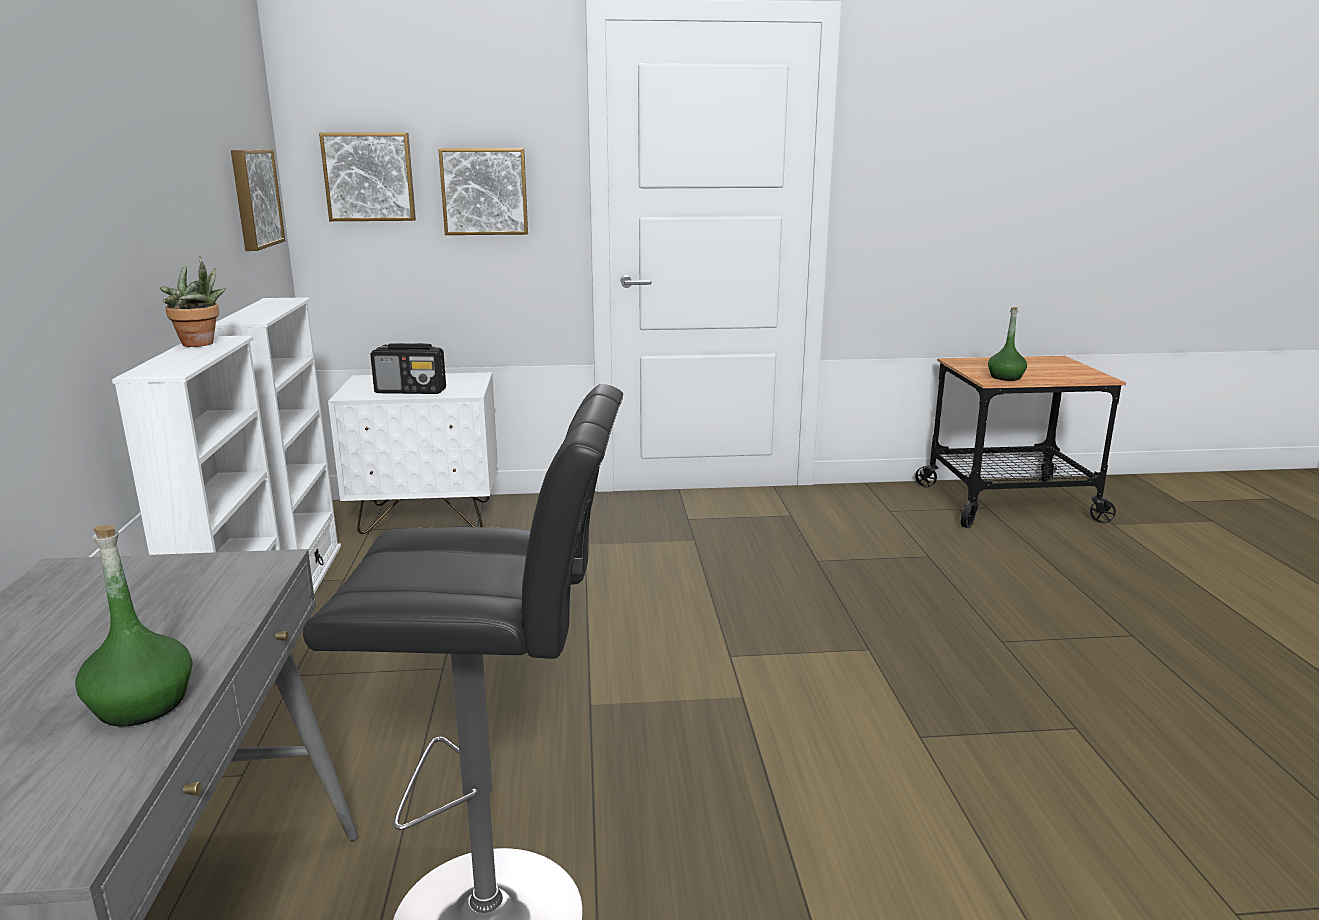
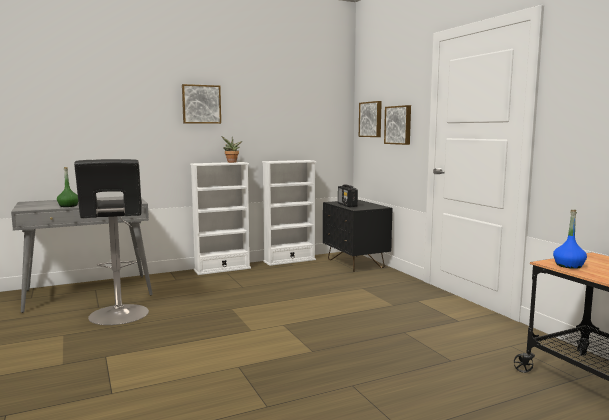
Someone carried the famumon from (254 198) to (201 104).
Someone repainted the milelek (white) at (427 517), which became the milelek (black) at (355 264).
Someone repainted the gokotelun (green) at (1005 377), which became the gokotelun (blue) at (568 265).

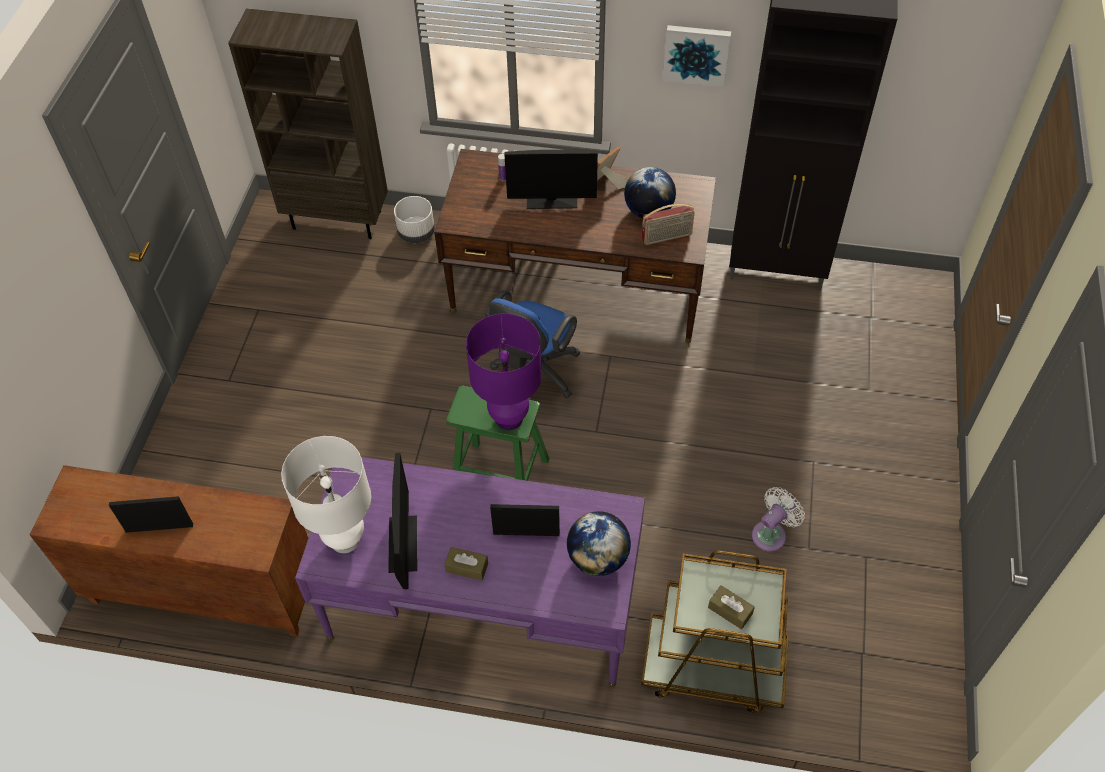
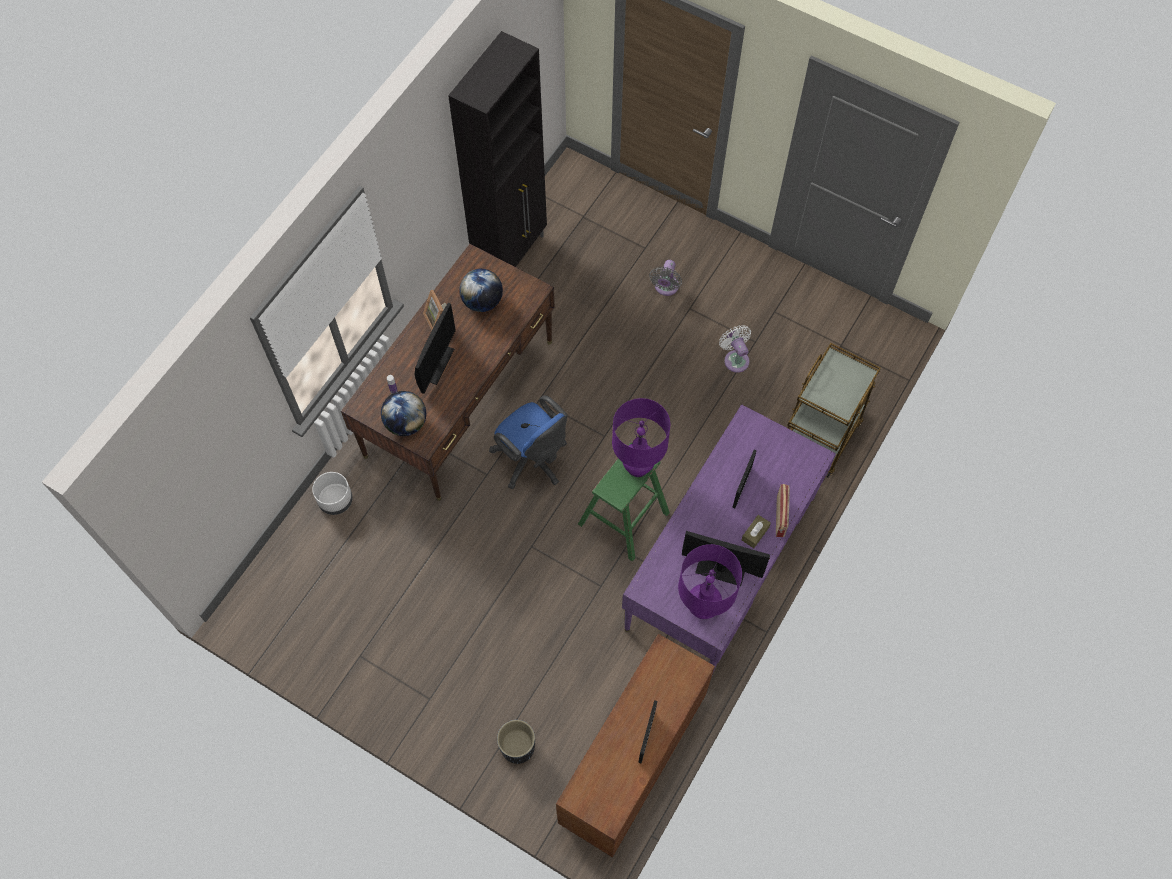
Someone carried the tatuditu from (598 558) to (406 423).
Someone put down the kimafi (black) at (518 746).
Someone put down the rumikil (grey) at (665 288).
Someone repainted the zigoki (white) at (345 539), which became the zigoki (purple) at (702 608).
Someone carried the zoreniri from (667 237) to (780 517).
Someone took away the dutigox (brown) at (338 219).
Someone took away the famumon at (696 54).
Someone took away the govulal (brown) at (730 611).

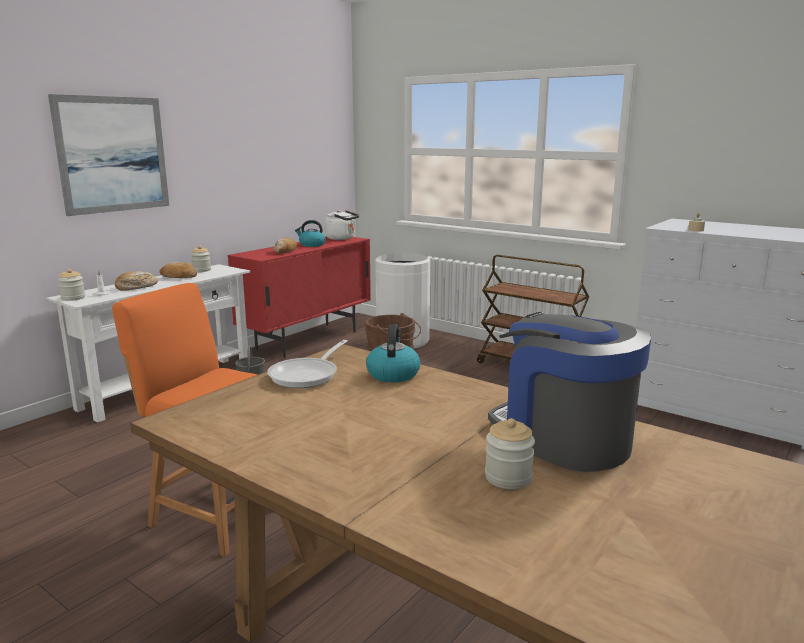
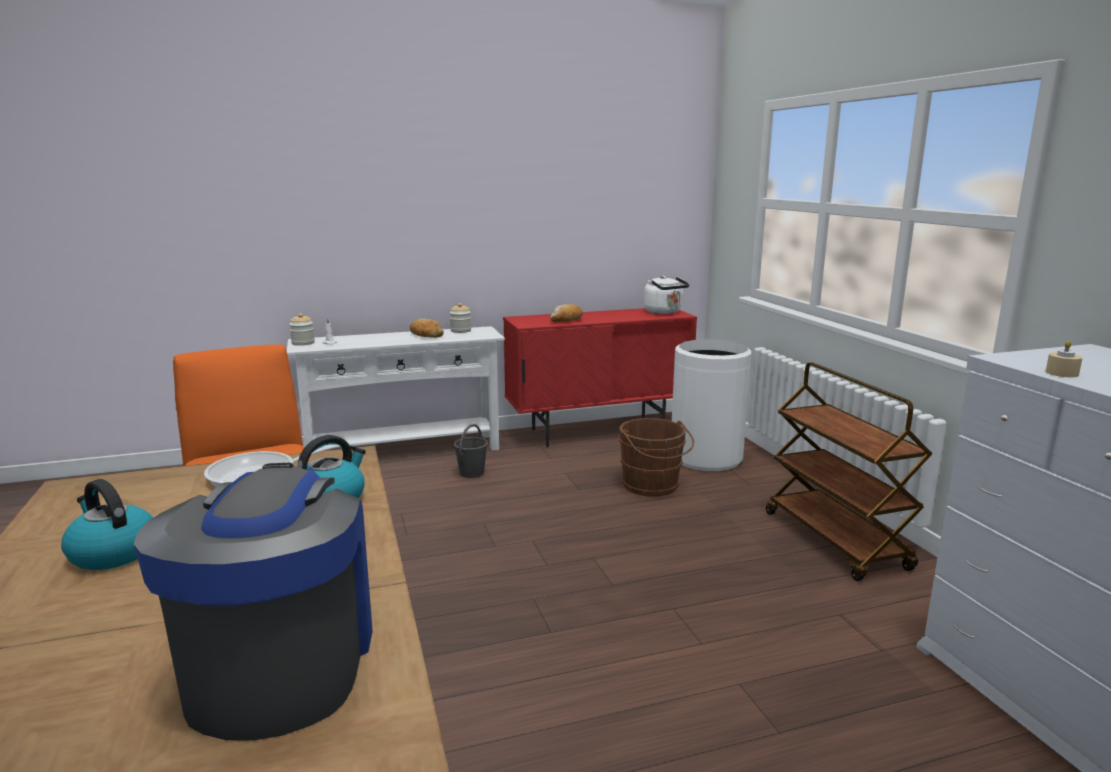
Someone carried the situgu from (311 245) to (112 553).
Someone took away the famumon at (113 154).
Someone took away the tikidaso at (136 287).
Someone took away the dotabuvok at (508 477).

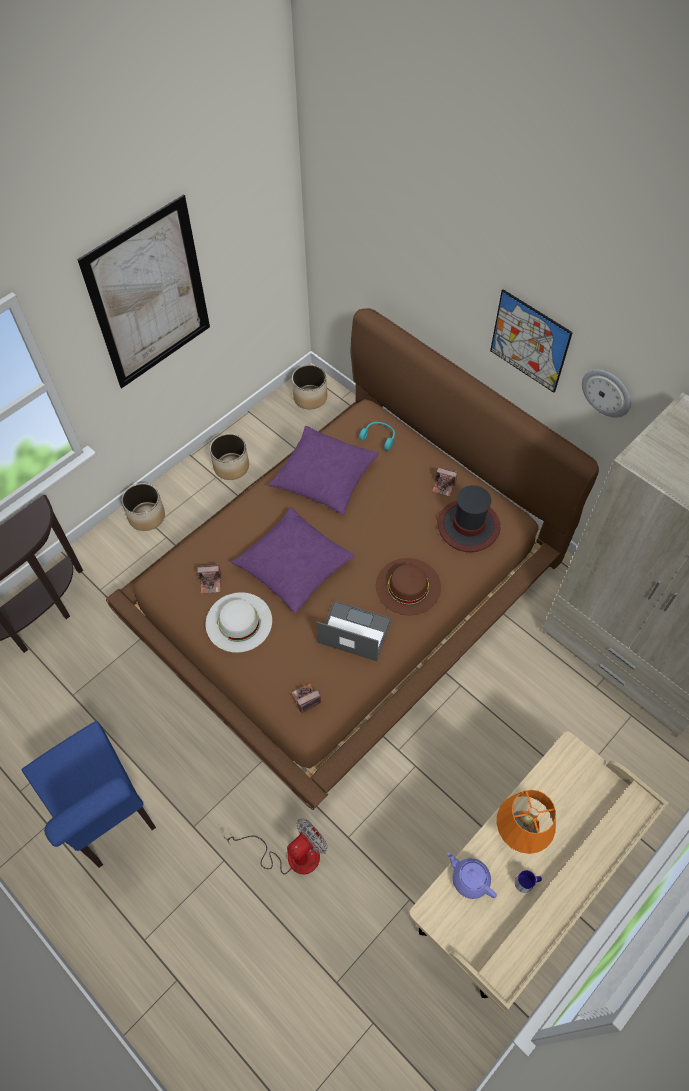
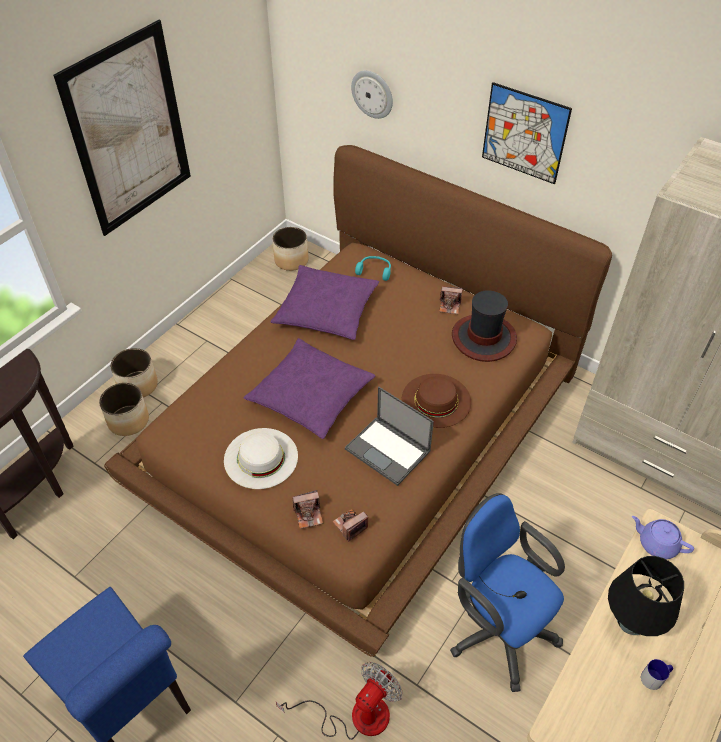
Someone carried the kimafi from (232 466) to (129 420).
Someone carried the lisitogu from (210 583) to (308 514).
Someone rotated the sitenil at (354 631) by 150 degrees counterclockwise.
Someone carried the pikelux from (607 392) to (372 94).
Someone put down the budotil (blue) at (496 627).
Someone repainted the zigoki (orange) at (519 833), which became the zigoki (black) at (630 624).
Someone carried the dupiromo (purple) from (469 879) to (656 544).

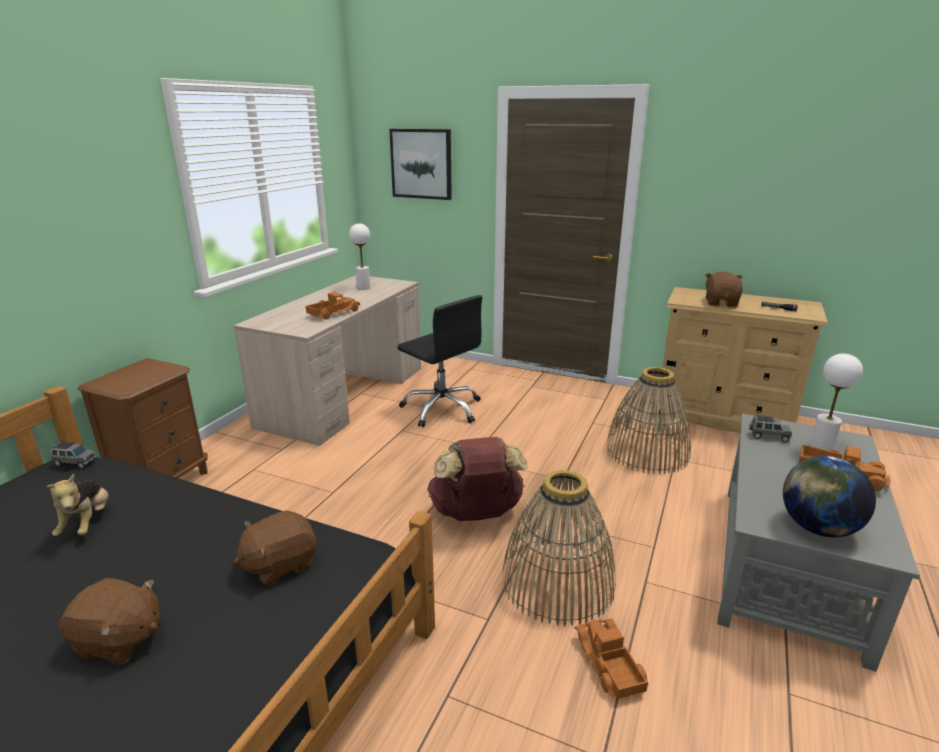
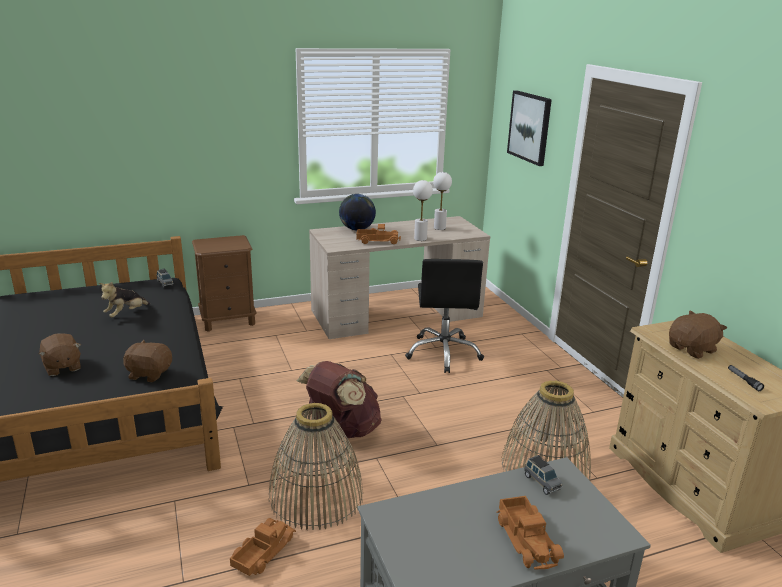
Someone carried the tatuditu from (817 528) to (357 229).
Someone carried the zigoki (white) from (821 447) to (420 239).

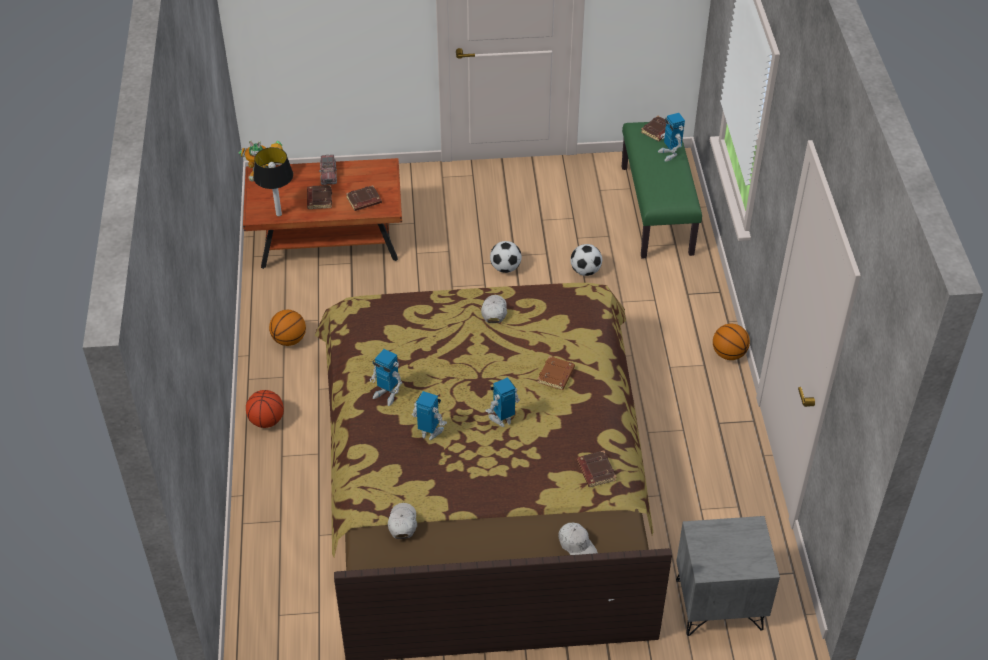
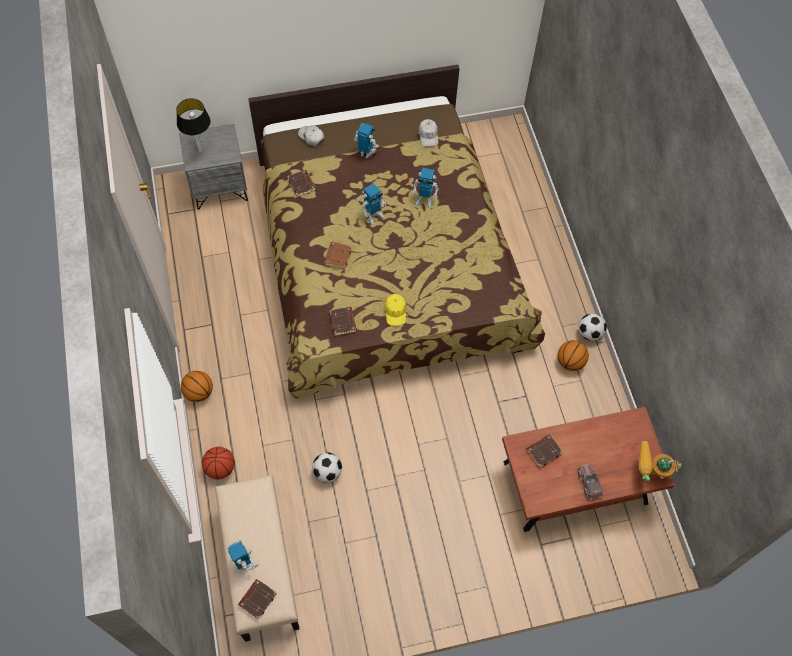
Someone carried the zigoki from (278 214) to (201 149).
Someone carried the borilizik from (266 421) to (220 468).
Someone repainted the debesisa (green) at (657 210), which became the debesisa (beige) at (260 565).
Someone carried the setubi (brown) from (319 199) to (343 322).
Someone carried the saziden from (387 394) to (366 152).
Someone repainted the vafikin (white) at (494 311), which became the vafikin (yellow) at (395 312).
Someone carried the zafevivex from (505 268) to (589 333).

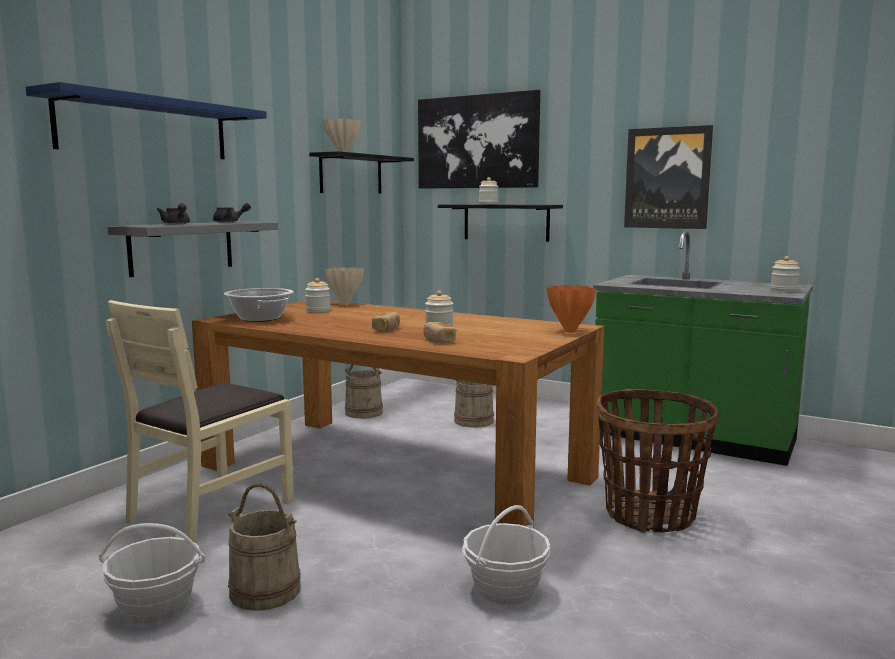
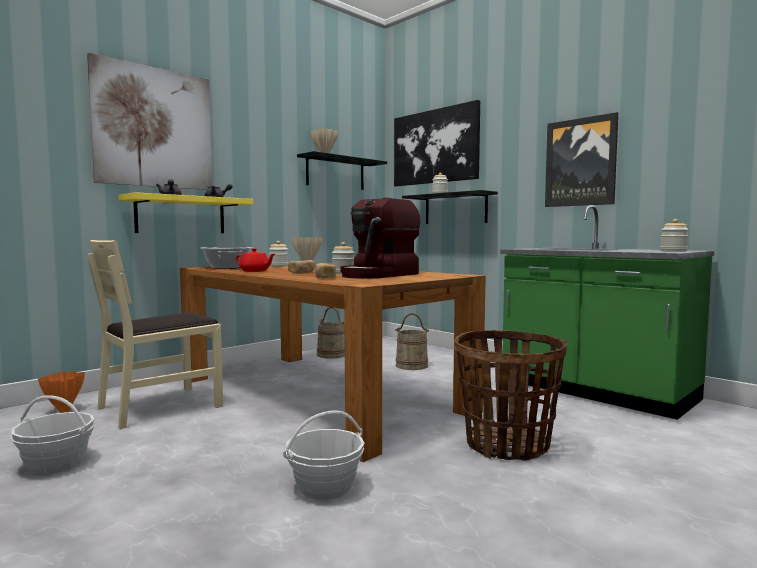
Someone carried the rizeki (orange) from (569 331) to (64 411).
Someone swapped the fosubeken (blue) at (146 128) for the famumon at (154 128).
Someone repainted the fosubeken (grey) at (182 247), which became the fosubeken (yellow) at (181 215).
Someone put down the dupiromo (red) at (255 271).
Someone put down the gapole at (379 275).
Someone took away the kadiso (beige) at (265 591).

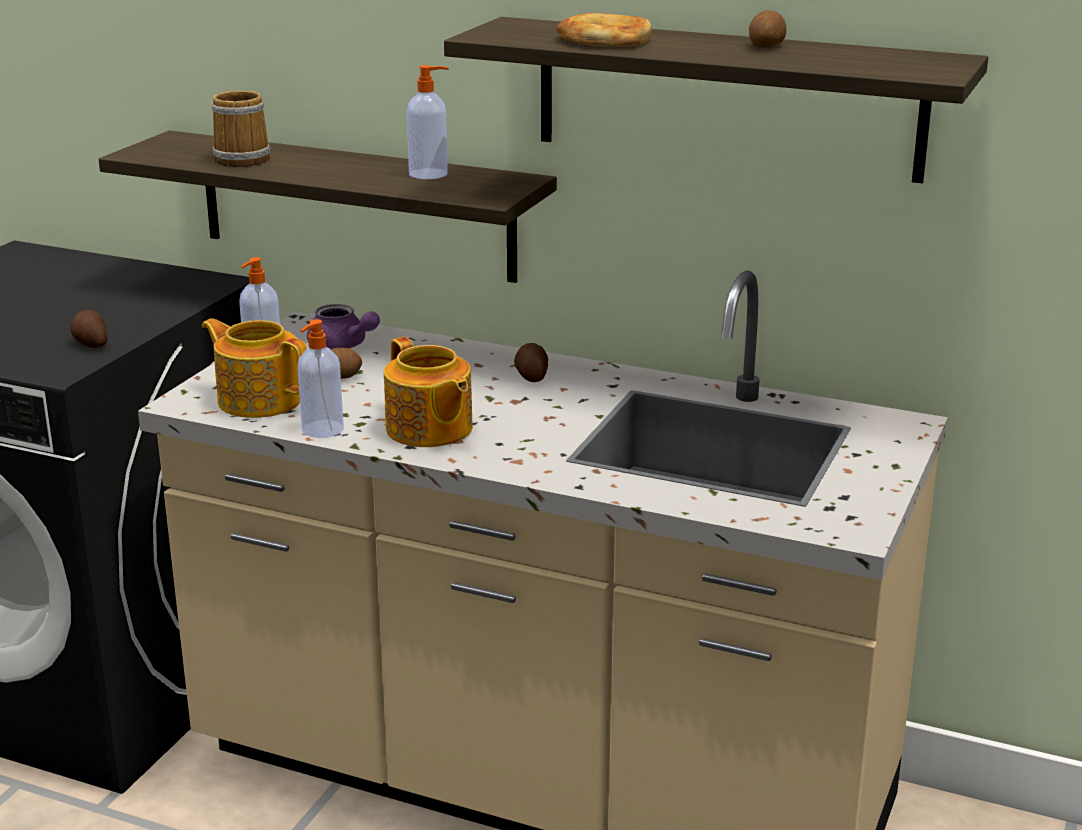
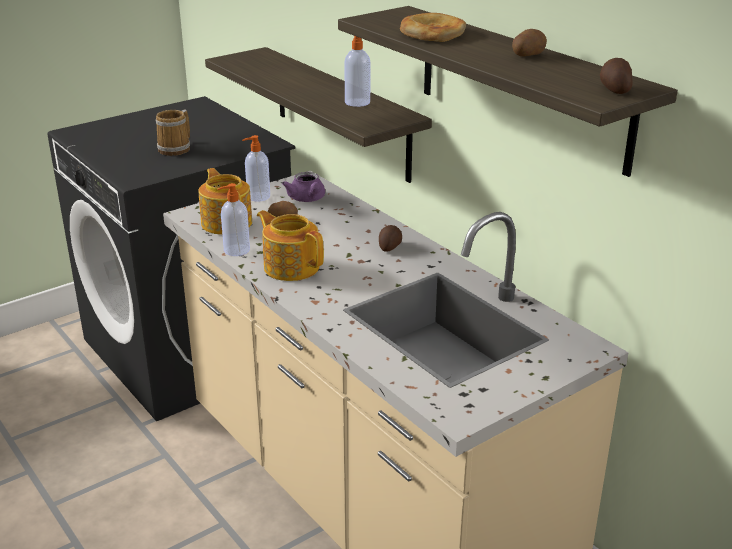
Someone carried the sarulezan from (244 158) to (176 148).
Someone rotated the dupiromo at (429 430) by 135 degrees clockwise.
Someone carried the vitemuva from (90 343) to (614 89).

